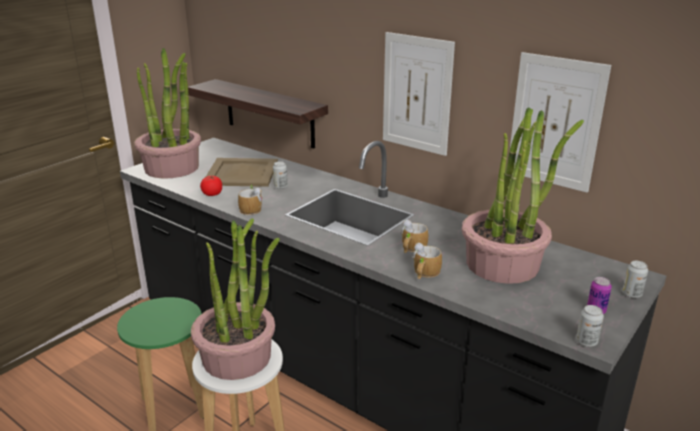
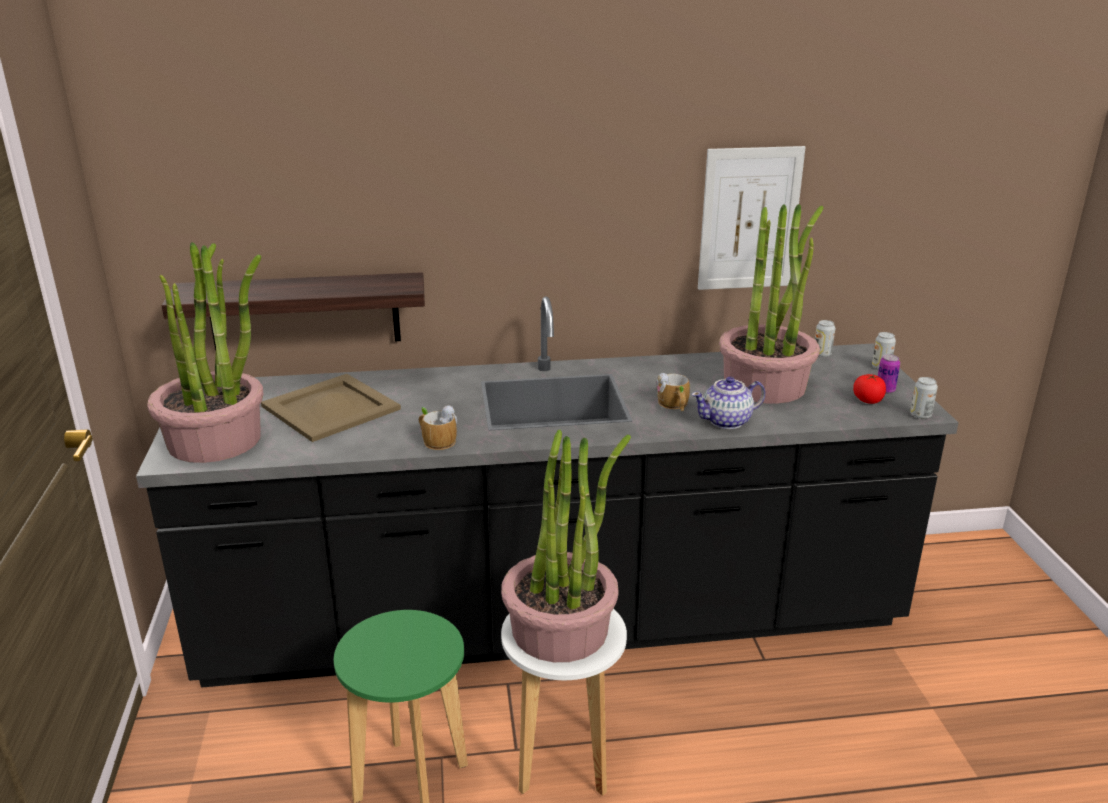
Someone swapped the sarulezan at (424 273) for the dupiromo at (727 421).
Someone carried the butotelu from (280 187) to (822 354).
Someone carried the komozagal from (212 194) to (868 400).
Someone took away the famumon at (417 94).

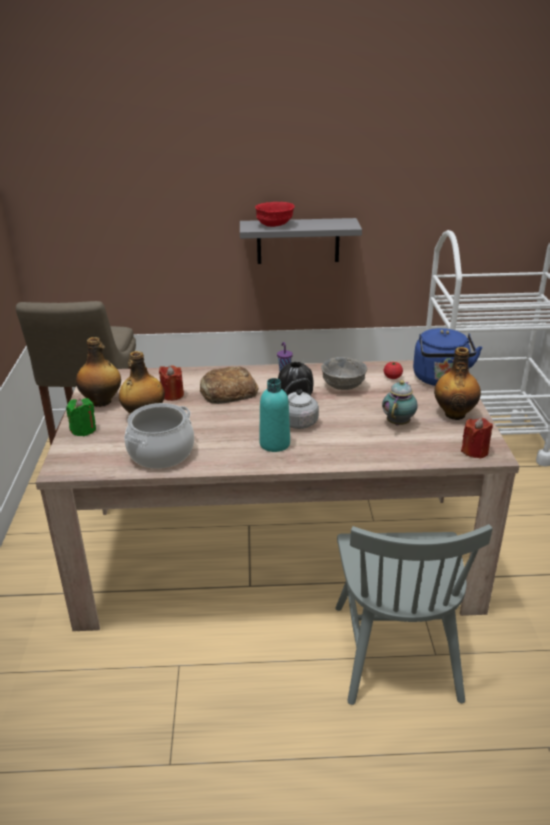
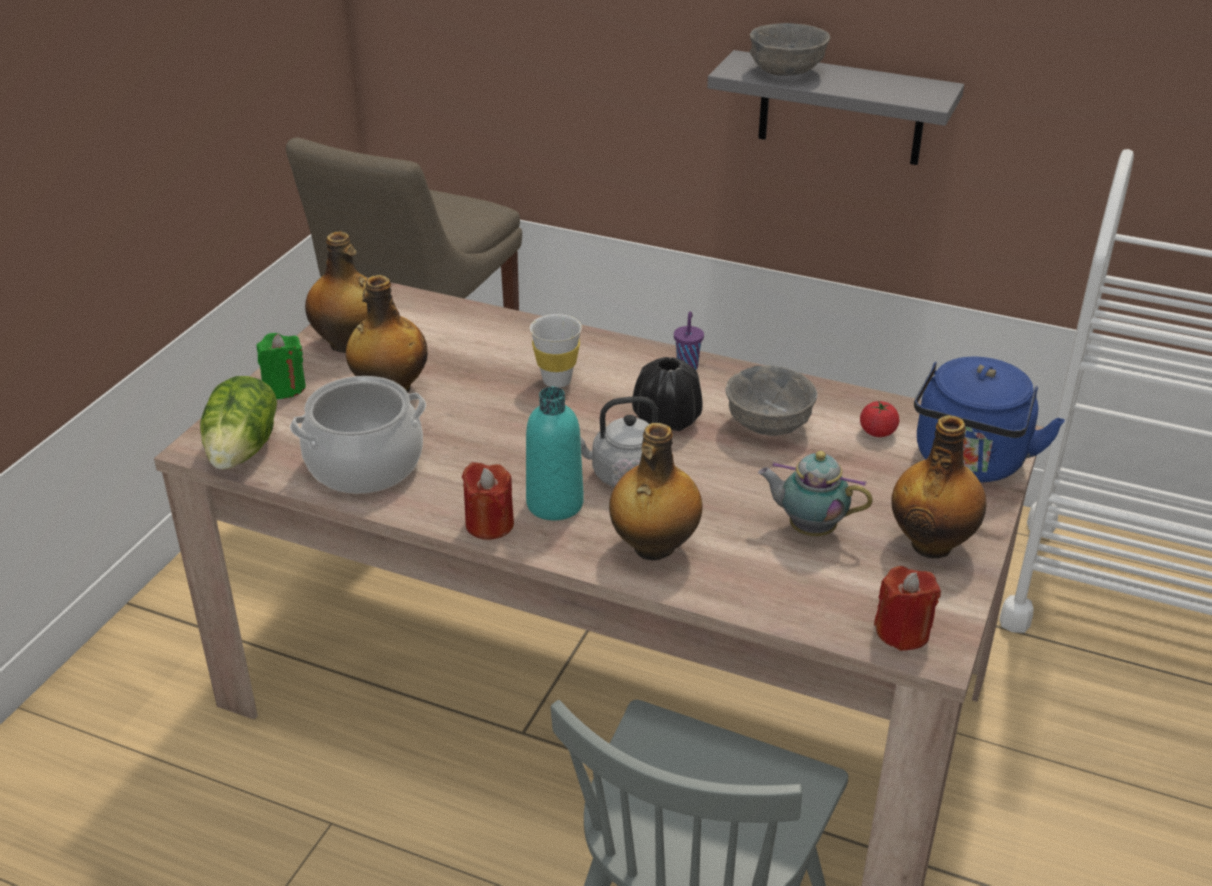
Someone put down the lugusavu at (244 450).
Someone carried the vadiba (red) from (172 395) to (489 524).
Someone swapped the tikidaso at (227 392) for the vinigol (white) at (557 381).
Someone put down the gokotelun at (653 548).
Someone repainted the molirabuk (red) at (274 225), which became the molirabuk (grey) at (786 72).
Someone rotated the dupiromo at (399 422) by 120 degrees counterclockwise.

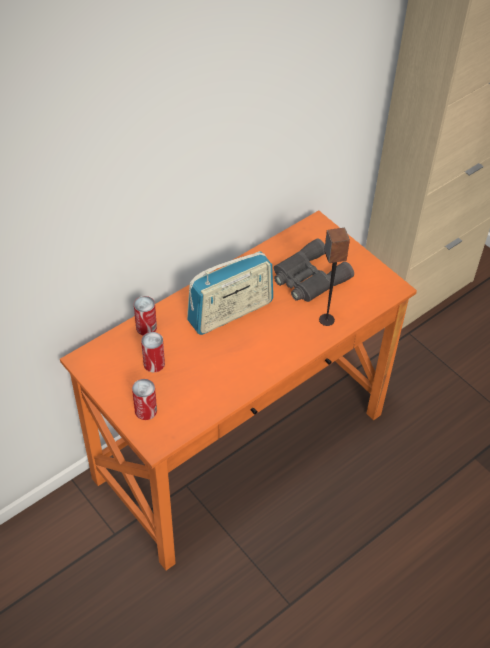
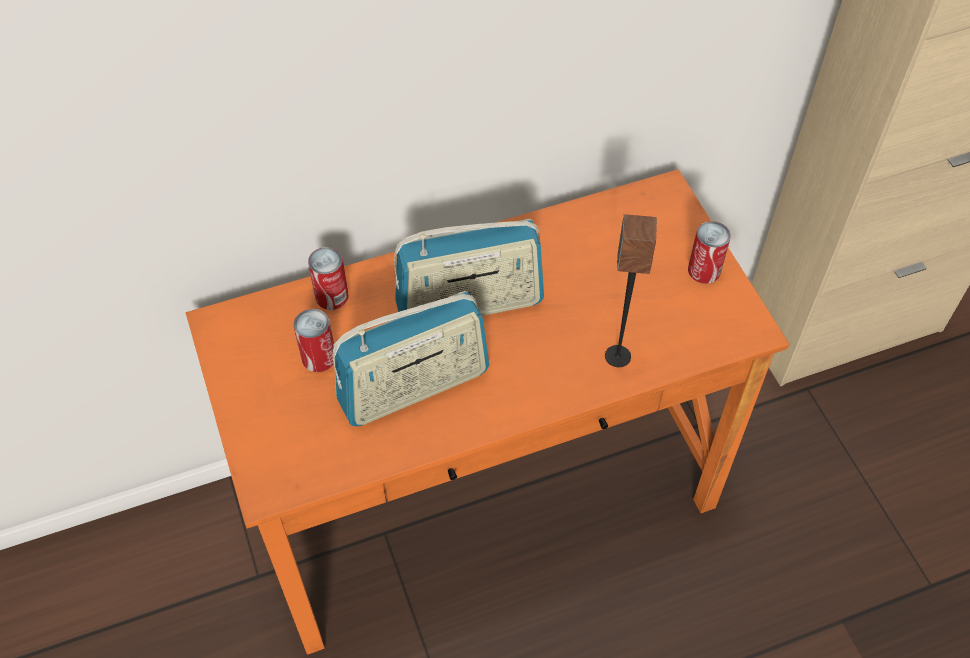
Someone put down the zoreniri at (414 387).
Someone carried the butotelu from (145 410) to (704 270).
Someone took away the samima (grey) at (308 278).

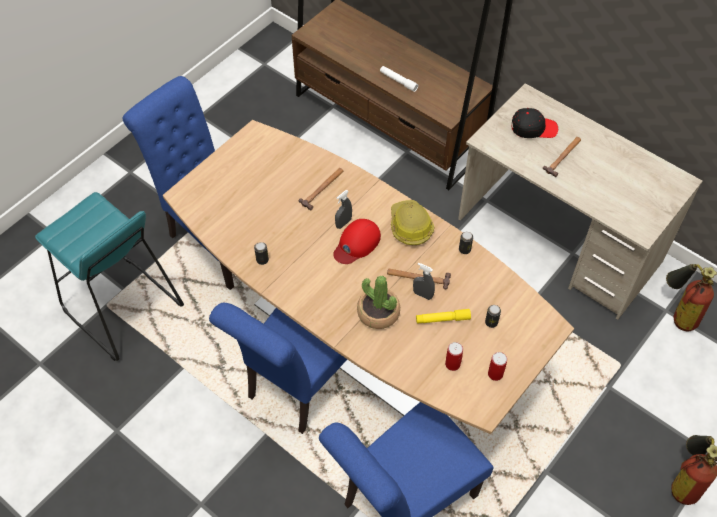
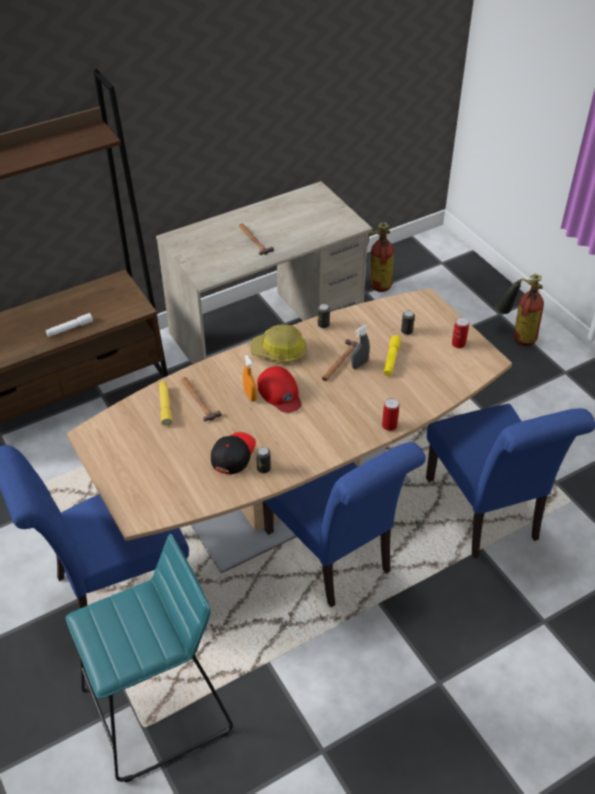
Someone put down the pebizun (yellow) at (165 406).
Someone carried the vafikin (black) from (533 128) to (233 455).
Someone repainted the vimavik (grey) at (343 223), which became the vimavik (orange) at (250 396).
Someone carried the butotelu from (452 364) to (389 425).
Someone took away the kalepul at (378 313).

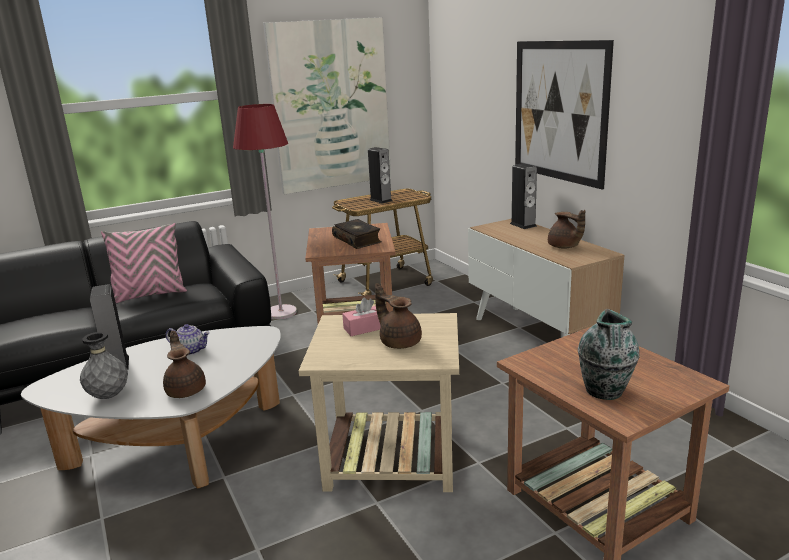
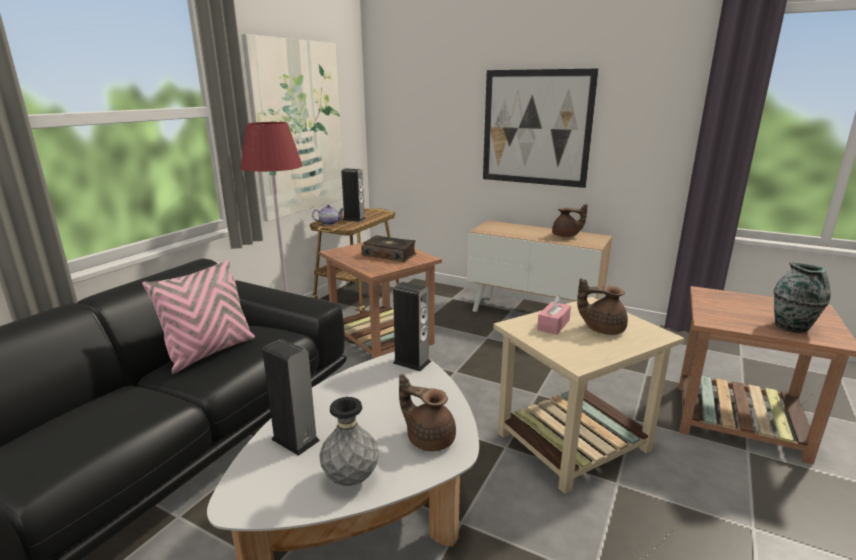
Someone carried the dupiromo from (191 350) to (329 223).
Someone carried the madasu from (523 225) to (411 362).

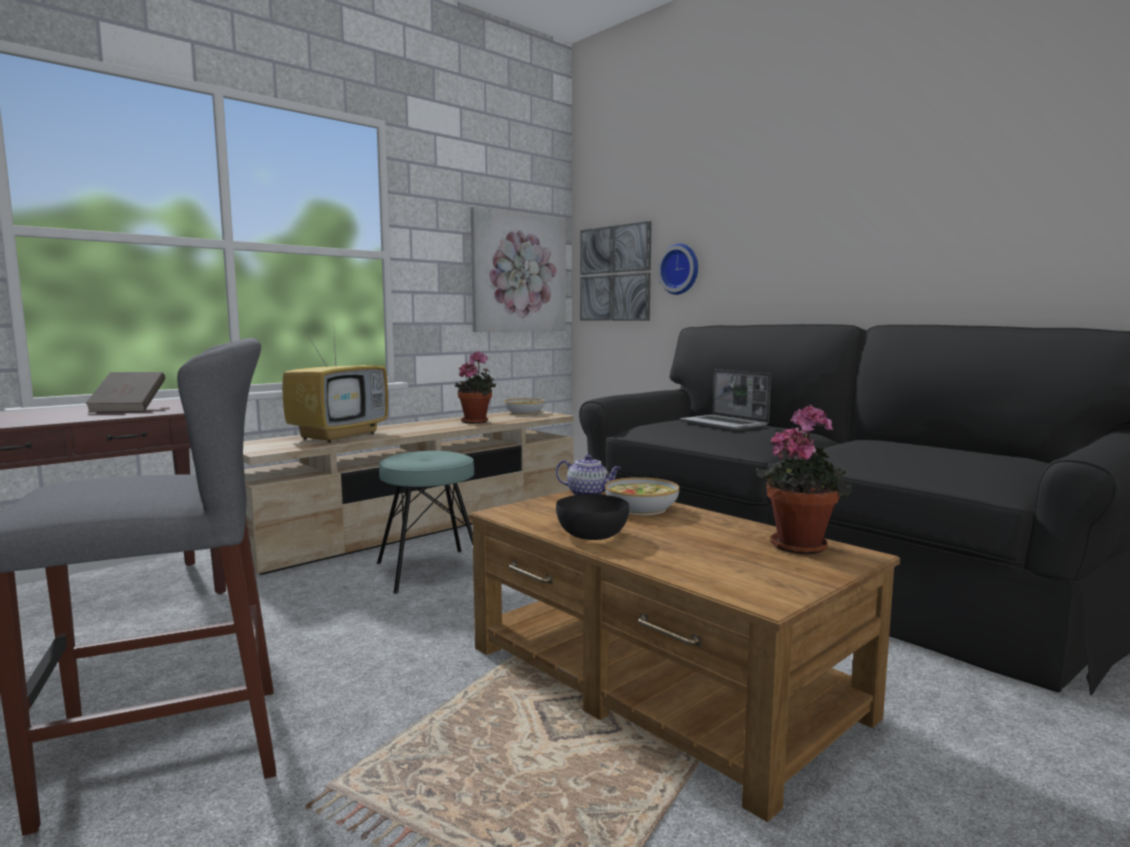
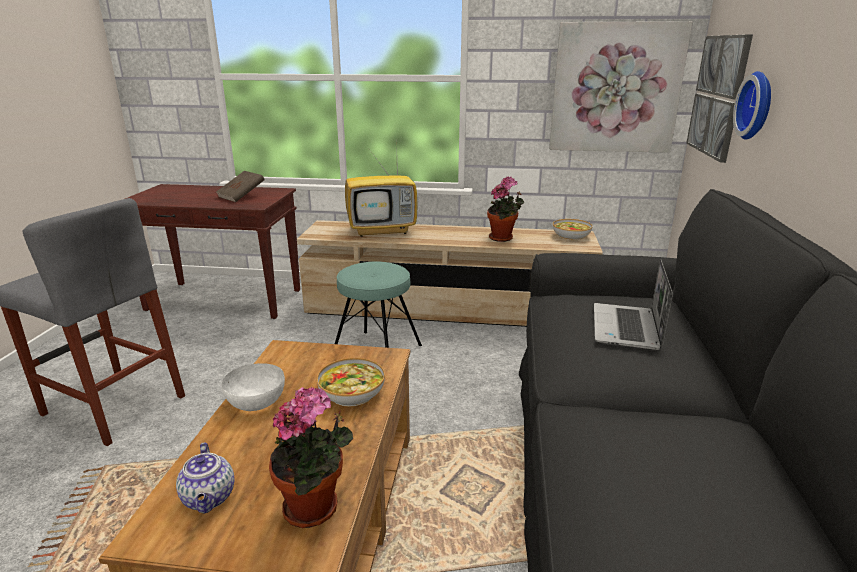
Someone carried the dupiromo from (588 494) to (209 498).
Someone repainted the molirabuk (black) at (591 535), which became the molirabuk (white) at (256 401).

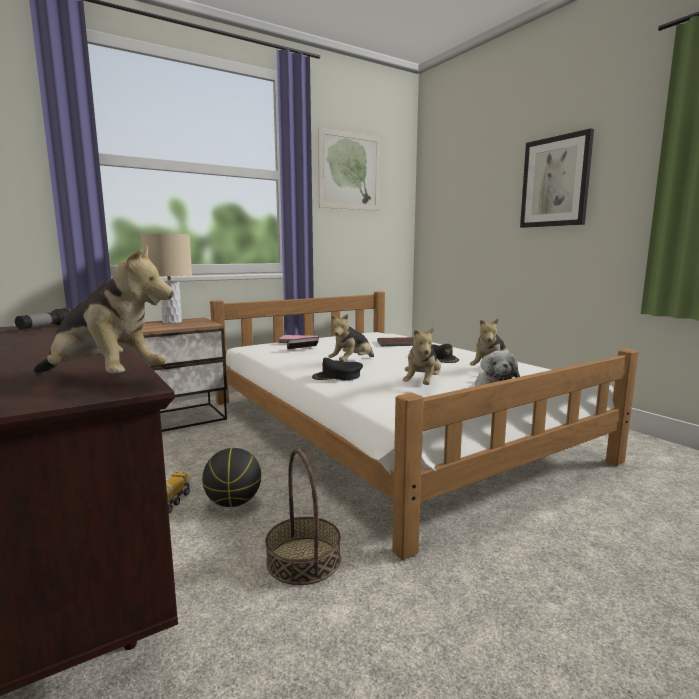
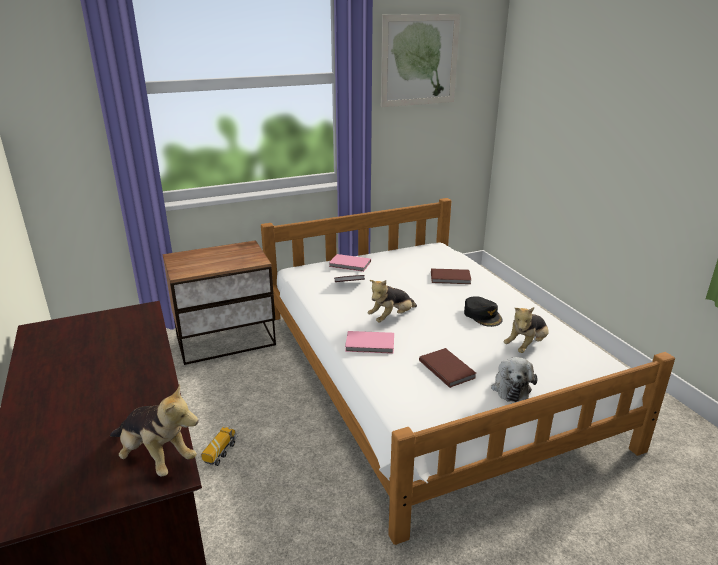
Someone swapped the vafikin (black) at (337 376) for the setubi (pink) at (370 344).
Someone swapped the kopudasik at (423 384) for the setubi (brown) at (447 368).
Someone took away the pebizun at (45 327).
Someone took away the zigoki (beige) at (172 322).
Someone took away the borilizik at (233 503).
Someone took away the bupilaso at (303 560).
Someone took away the famumon at (555 182).

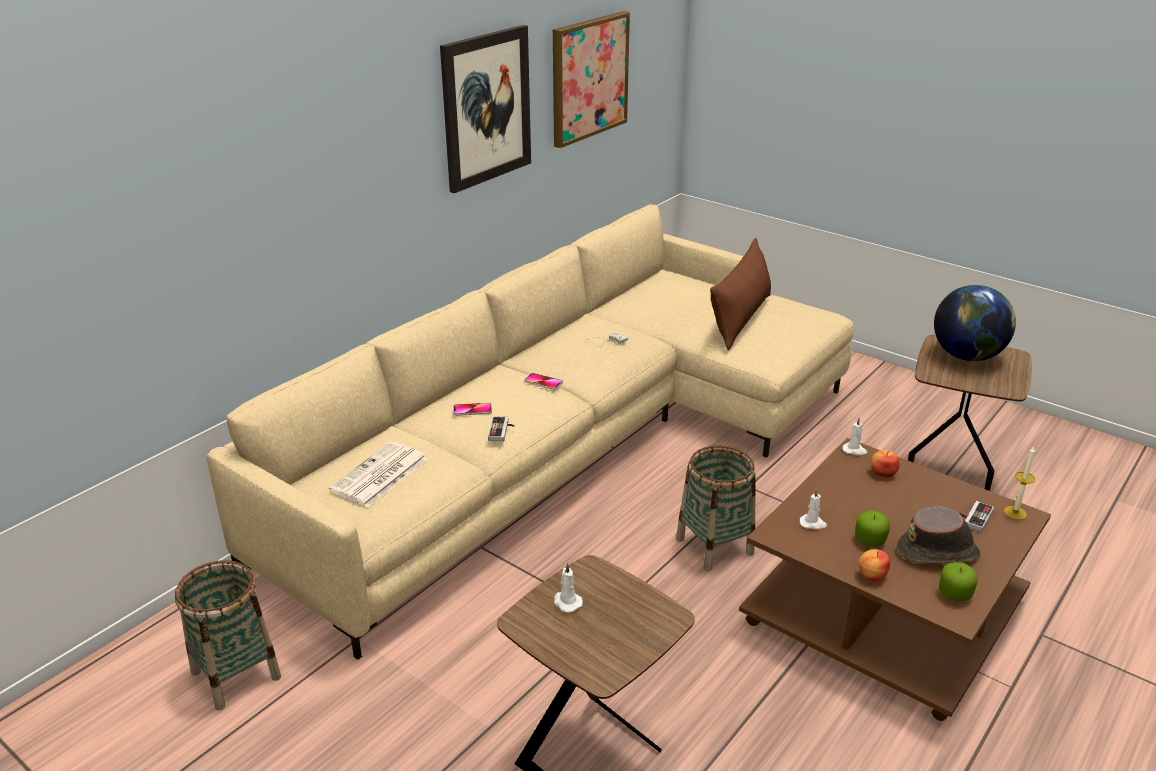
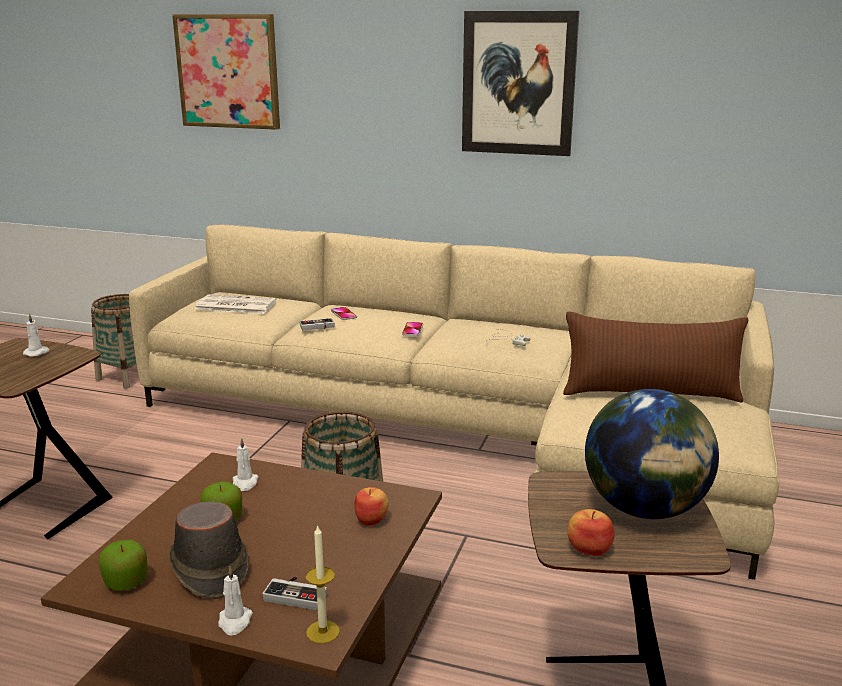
Someone carried the famumon from (588 78) to (228 71).
Someone carried the vadiba (white) from (854 450) to (234 622).
Someone carried the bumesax from (871 575) to (589 548).

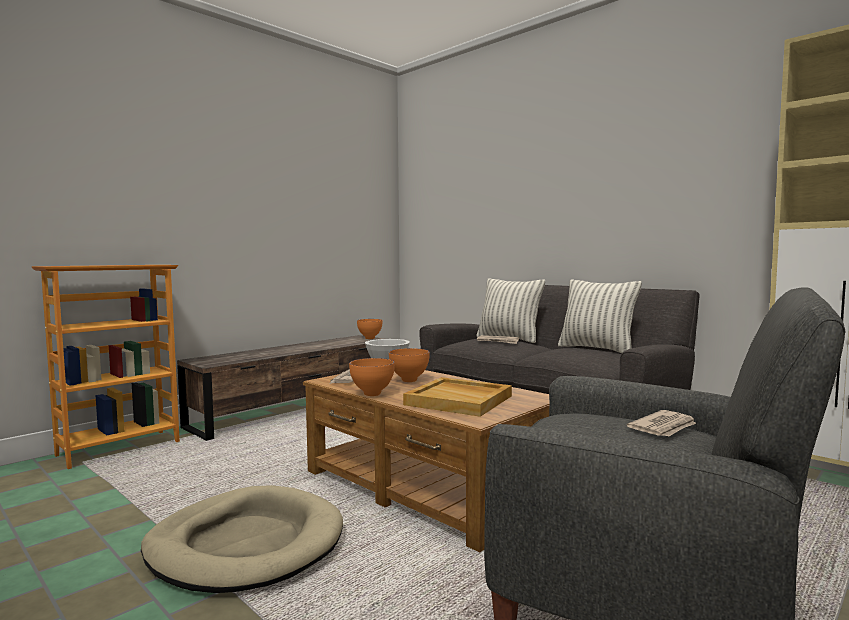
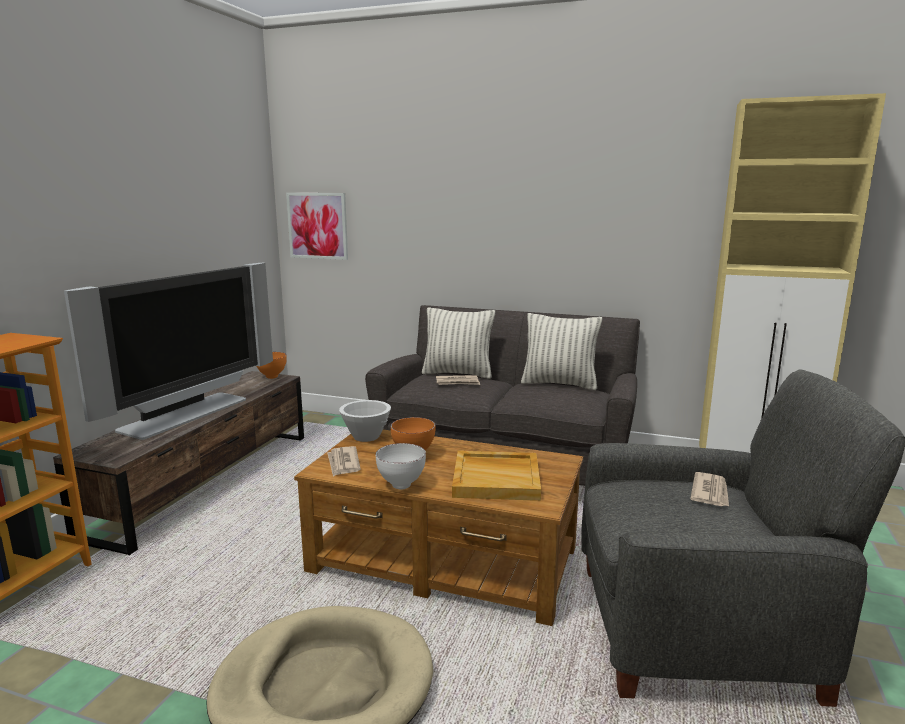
Someone put down the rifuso at (187 415).
Someone put up the famumon at (318 226).
Someone repainted the molirabuk (orange) at (371 394), which became the molirabuk (white) at (400 486).

